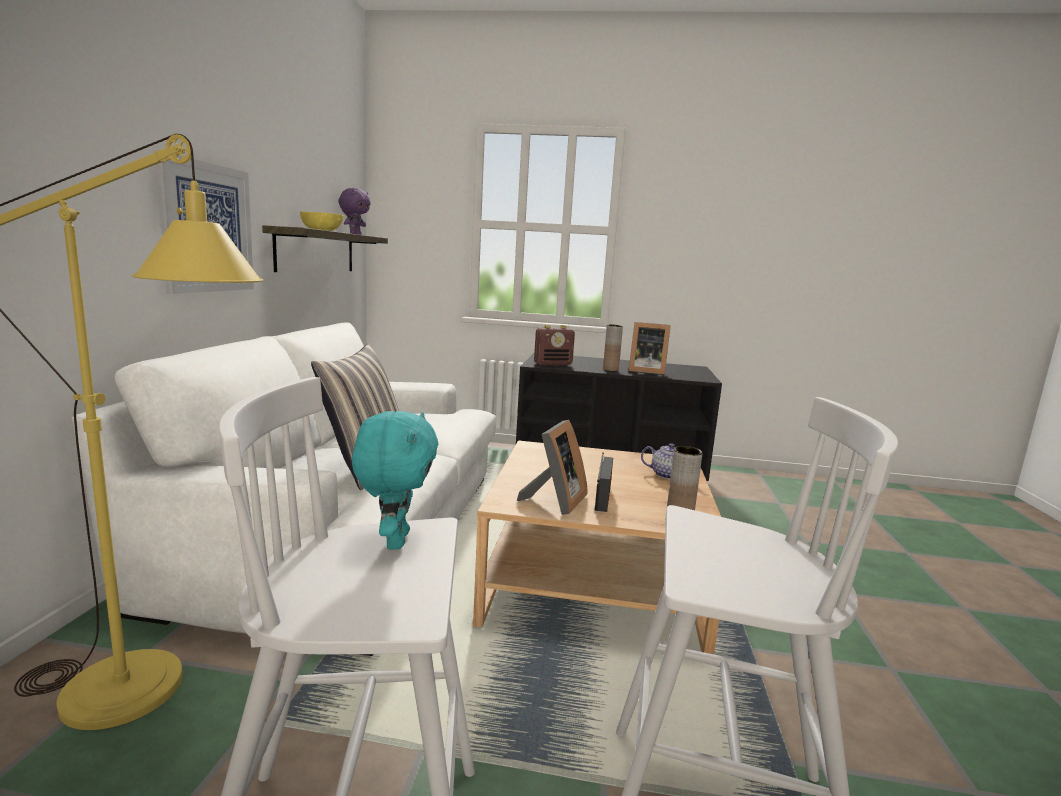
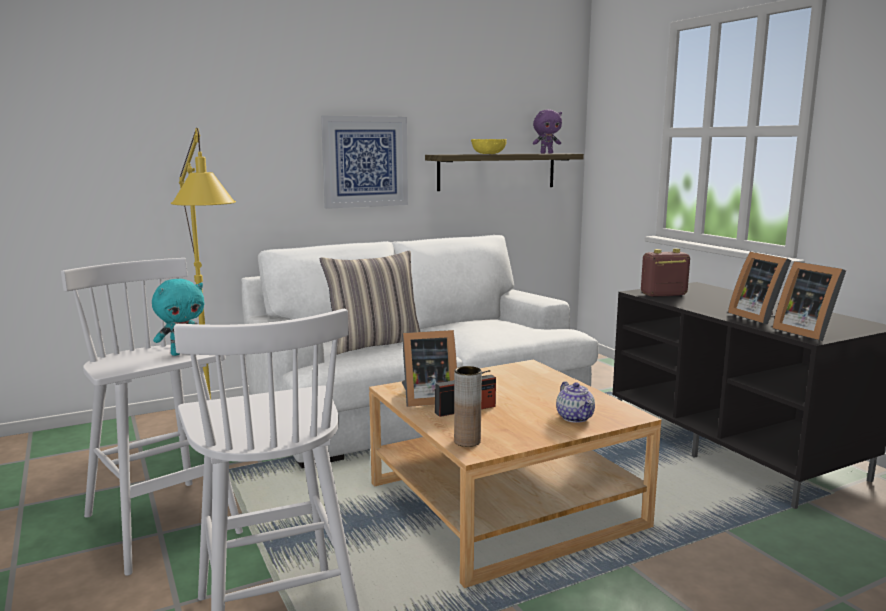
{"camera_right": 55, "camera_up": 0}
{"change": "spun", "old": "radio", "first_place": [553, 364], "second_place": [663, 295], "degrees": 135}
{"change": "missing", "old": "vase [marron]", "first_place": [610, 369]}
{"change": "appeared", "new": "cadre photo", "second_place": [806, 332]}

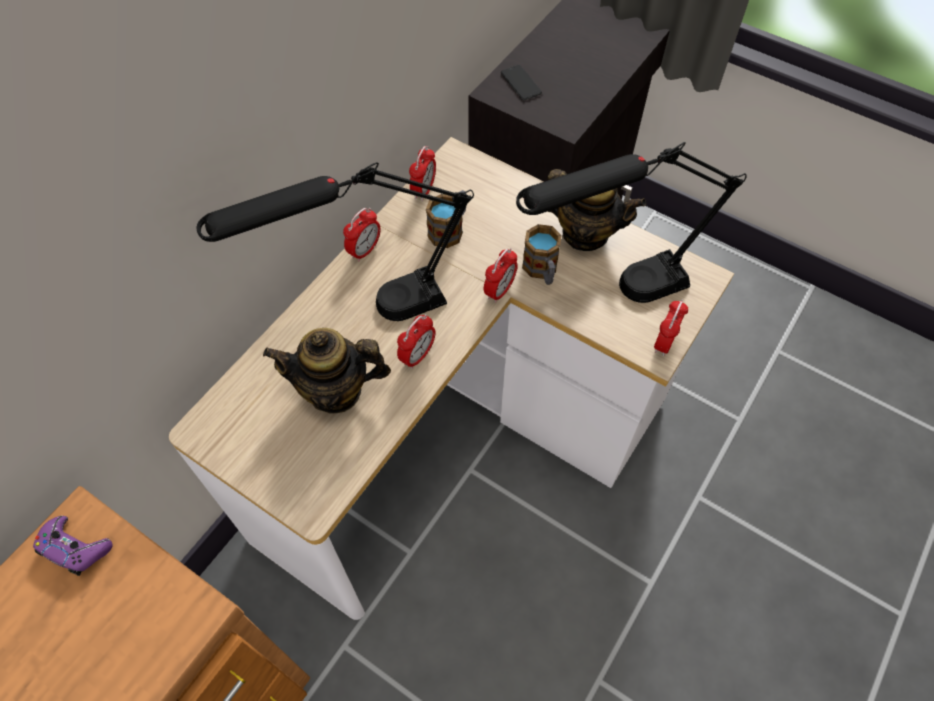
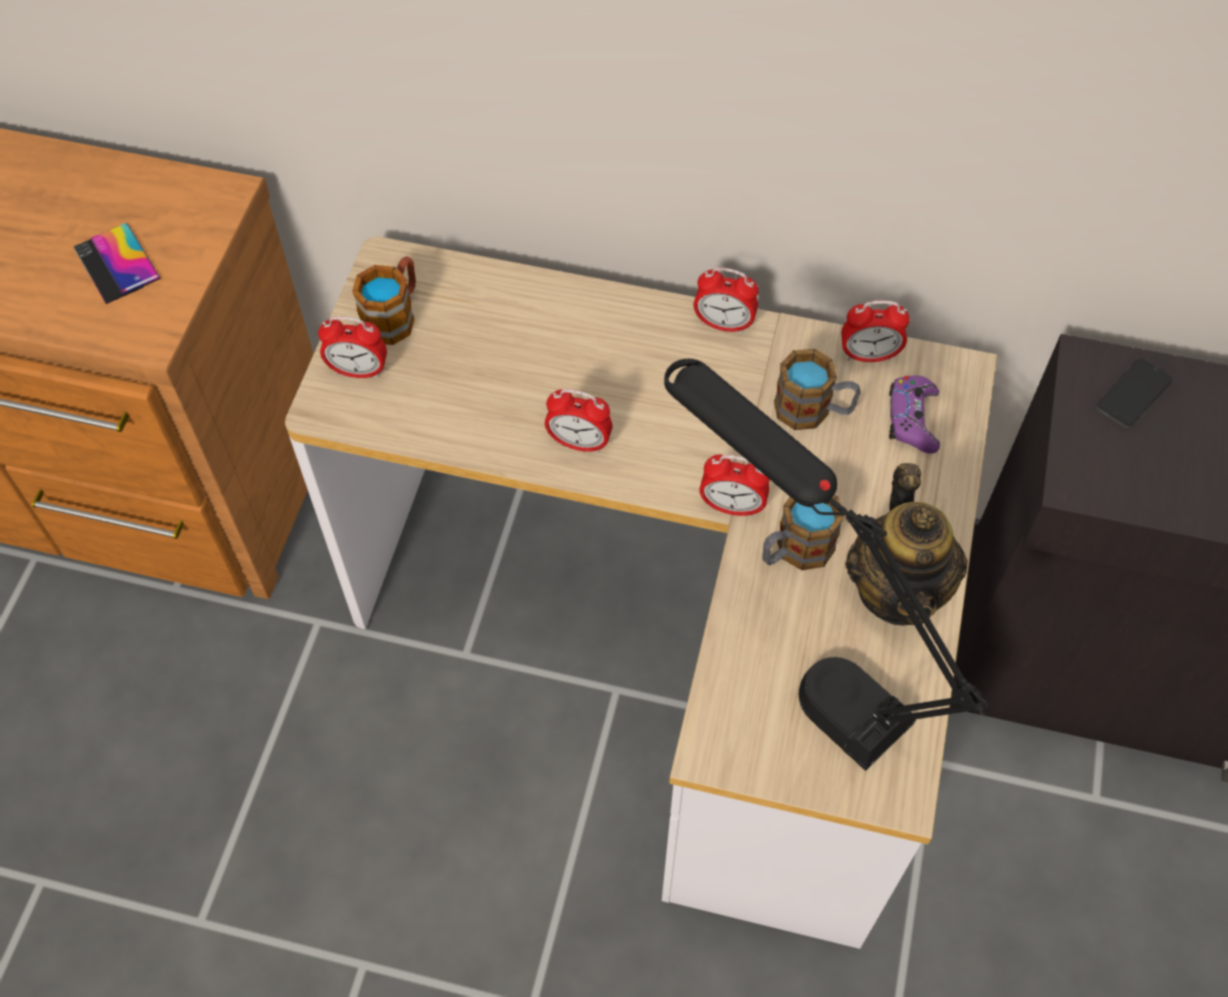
{"camera_right": 70, "camera_up": 0}
{"change": "relocated", "old": "manette [violet]", "first_place": [75, 548], "second_place": [912, 419]}
{"change": "missing", "old": "lampe de table [noir]", "first_place": [367, 314]}
{"change": "missing", "old": "théière", "first_place": [335, 391]}
{"change": "relocated", "old": "réveil", "first_place": [664, 342], "second_place": [358, 371]}
{"change": "appeared", "new": "téléphone", "second_place": [117, 263]}
{"change": "appeared", "new": "mug", "second_place": [394, 315]}

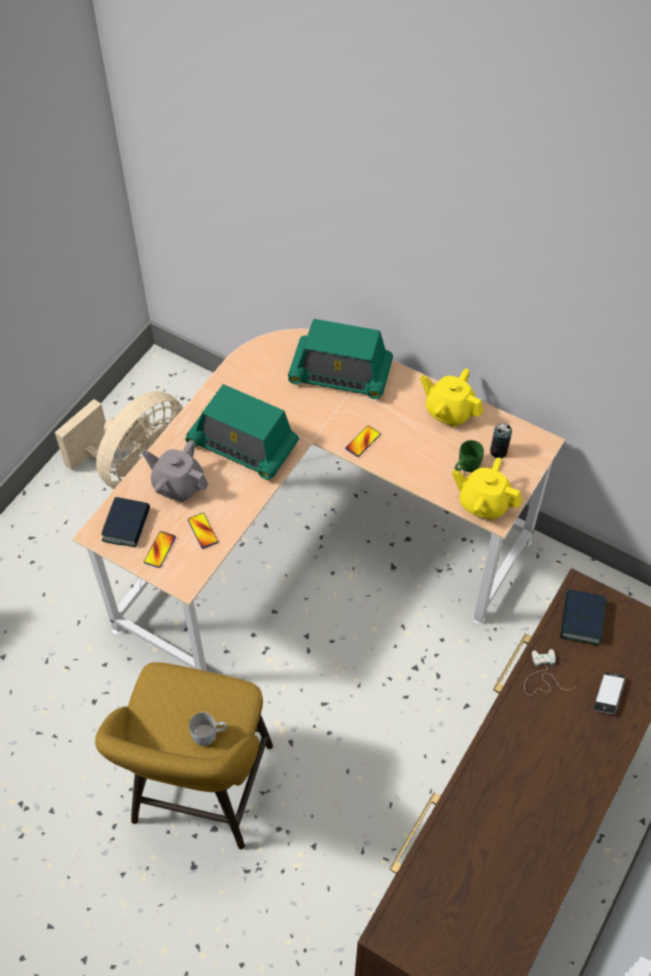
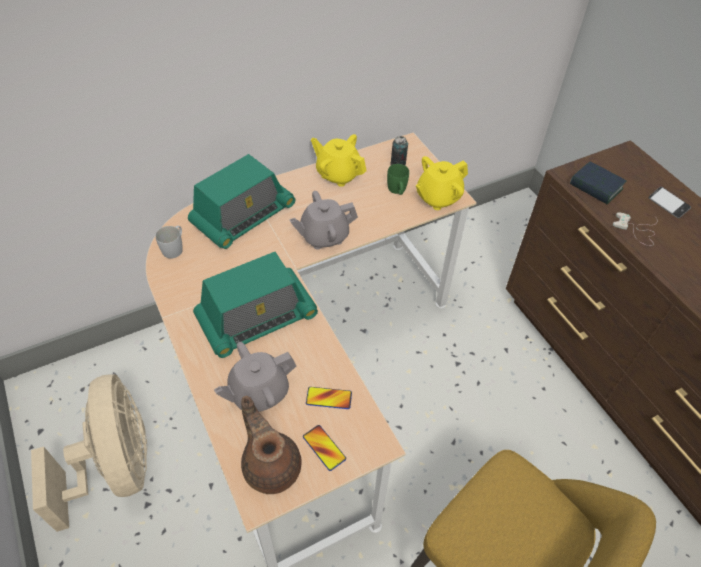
{"camera_right": -60, "camera_up": -5}
{"change": "exchanged", "old": "livre", "new": "théière [marron]", "first_place": [126, 525], "second_place": [271, 465]}
{"change": "relocated", "old": "mug [blanc]", "first_place": [209, 734], "second_place": [175, 248]}
{"change": "exchanged", "old": "téléphone", "new": "théière [gris]", "first_place": [363, 441], "second_place": [324, 236]}
{"change": "spun", "old": "théière [jaune]", "first_place": [449, 411], "second_place": [338, 174], "degrees": 60}

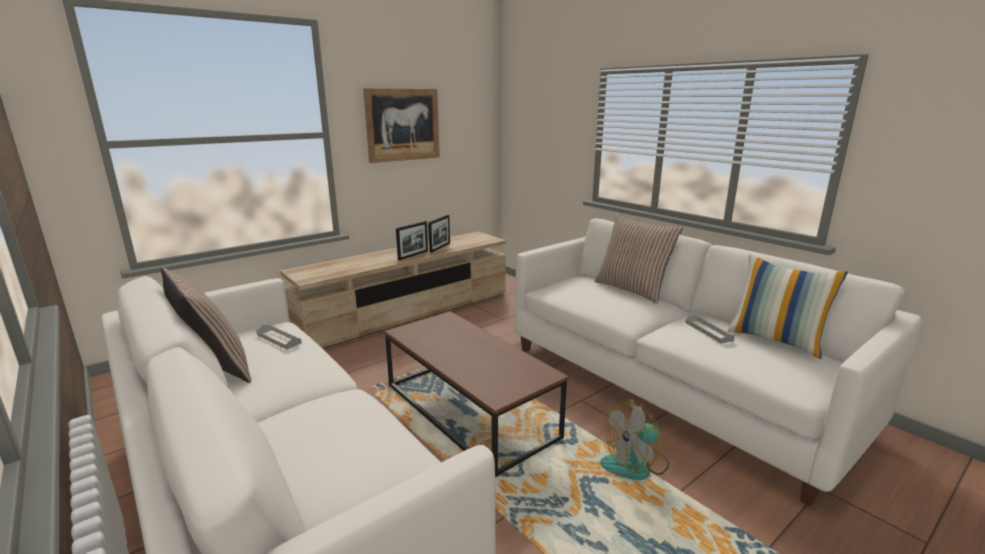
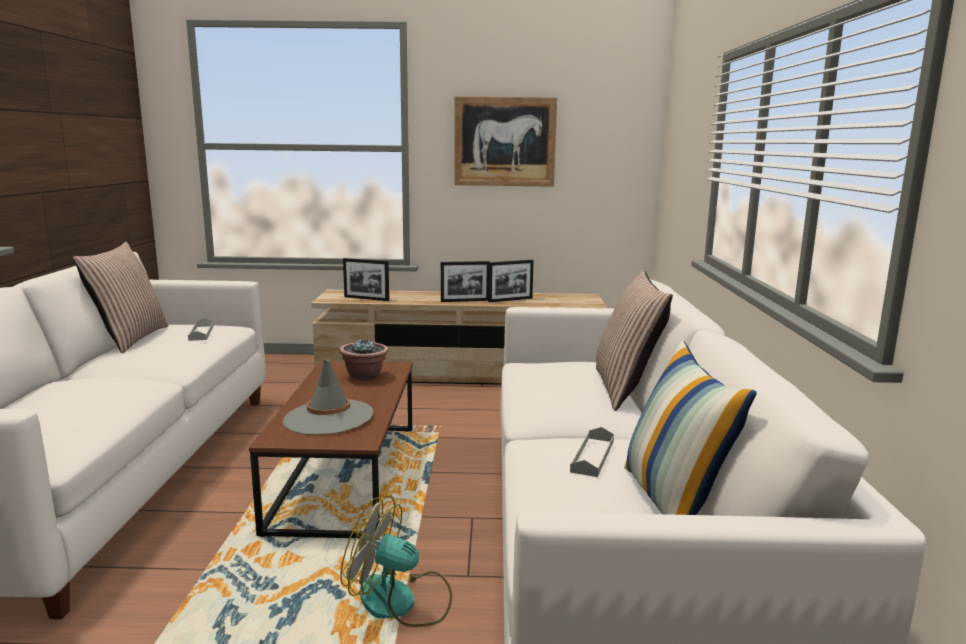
{"camera_right": 40, "camera_up": -5}
{"change": "appeared", "new": "chapeau [gris]", "second_place": [328, 418]}
{"change": "appeared", "new": "plante en pot", "second_place": [364, 377]}
{"change": "appeared", "new": "cadre photo", "second_place": [366, 298]}

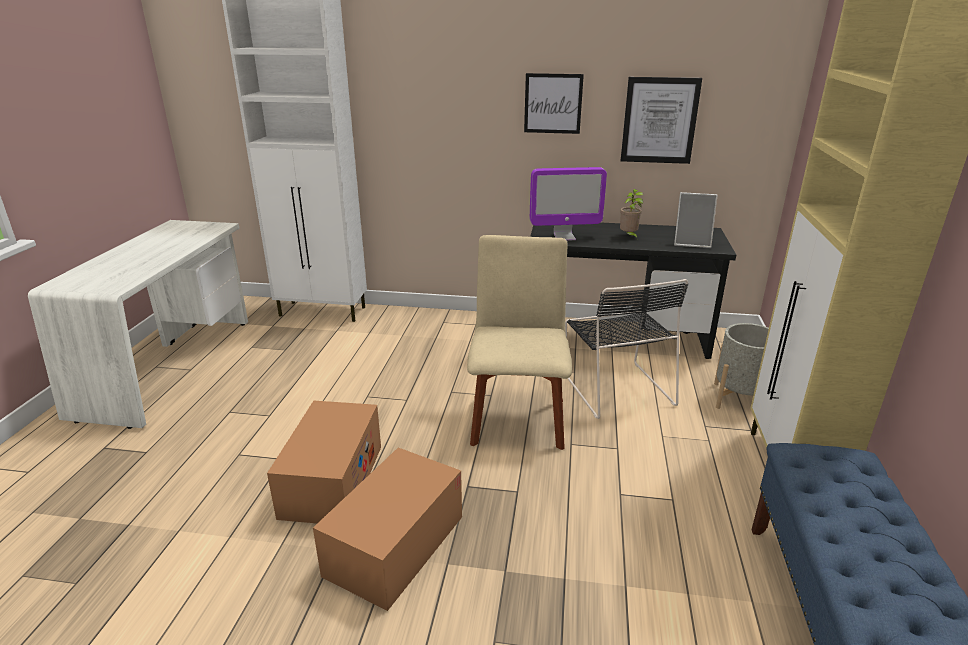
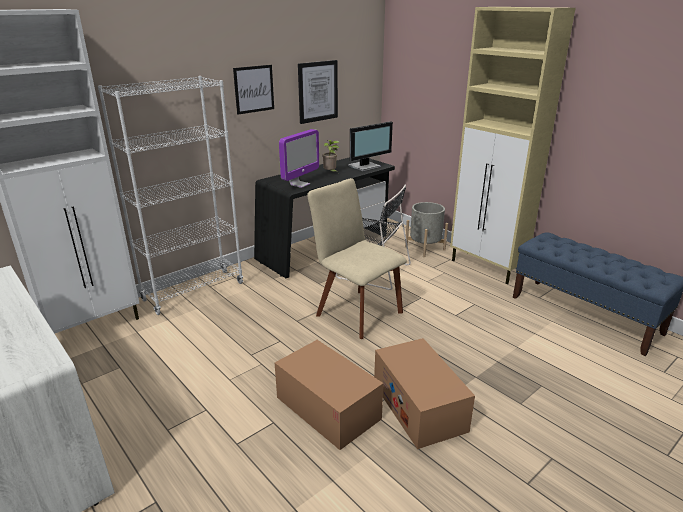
{"camera_right": -50, "camera_up": 0}
{"change": "exchanged", "old": "cadre photo", "new": "écran d'ordinateur", "first_place": [692, 243], "second_place": [365, 166]}
{"change": "appeared", "new": "bibliothèque [blanc]", "second_place": [193, 291]}

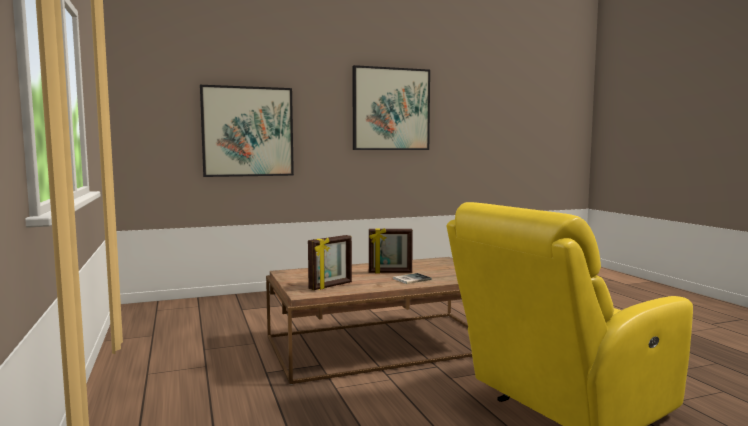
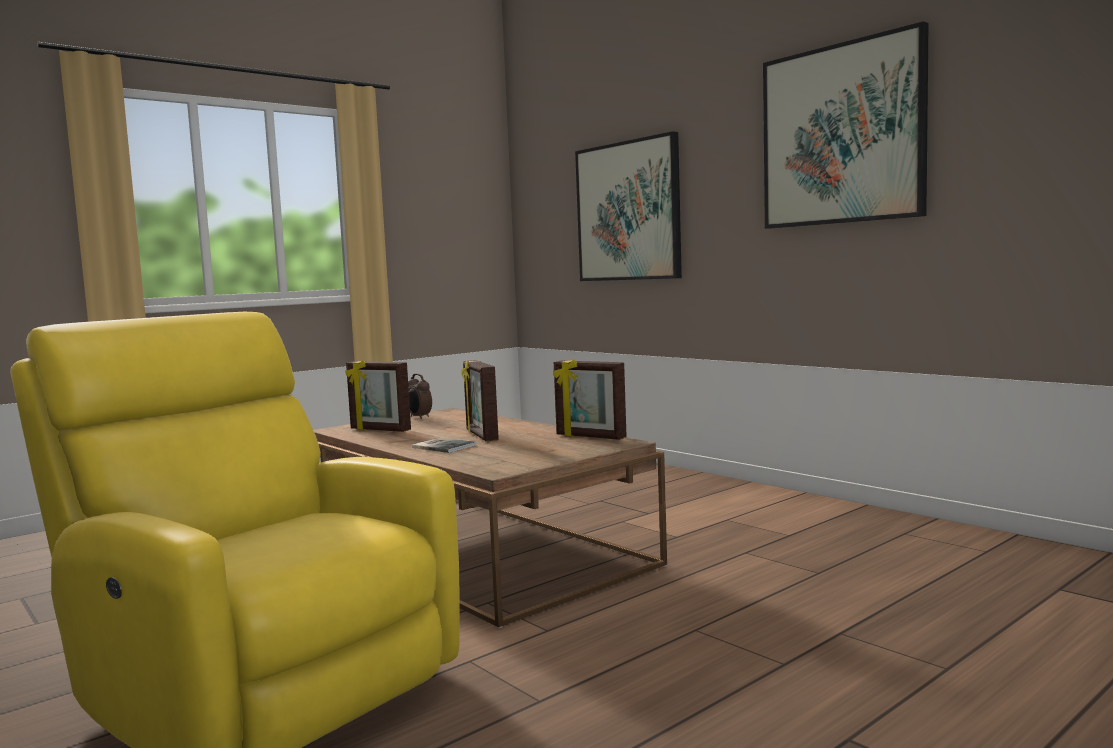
{"camera_right": 70, "camera_up": 0}
{"change": "appeared", "new": "réveil", "second_place": [419, 417]}
{"change": "appeared", "new": "cadre photo", "second_place": [590, 437]}

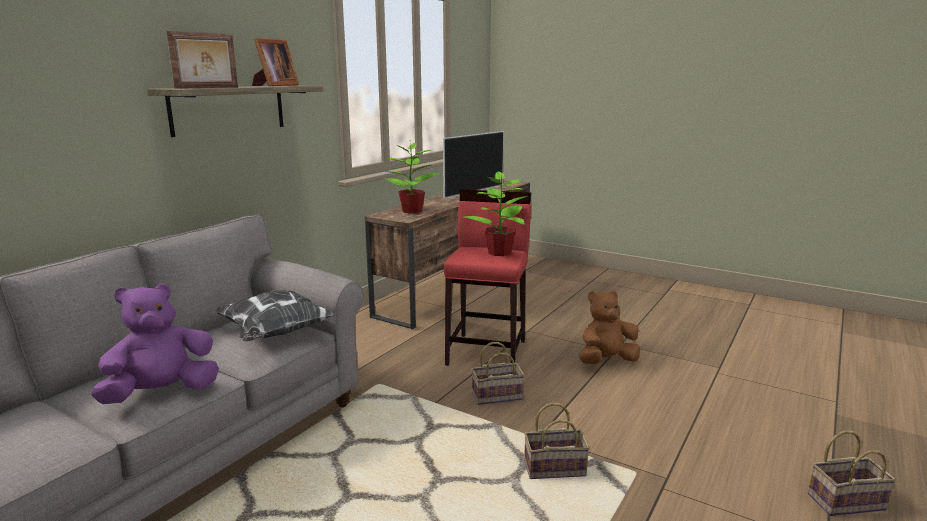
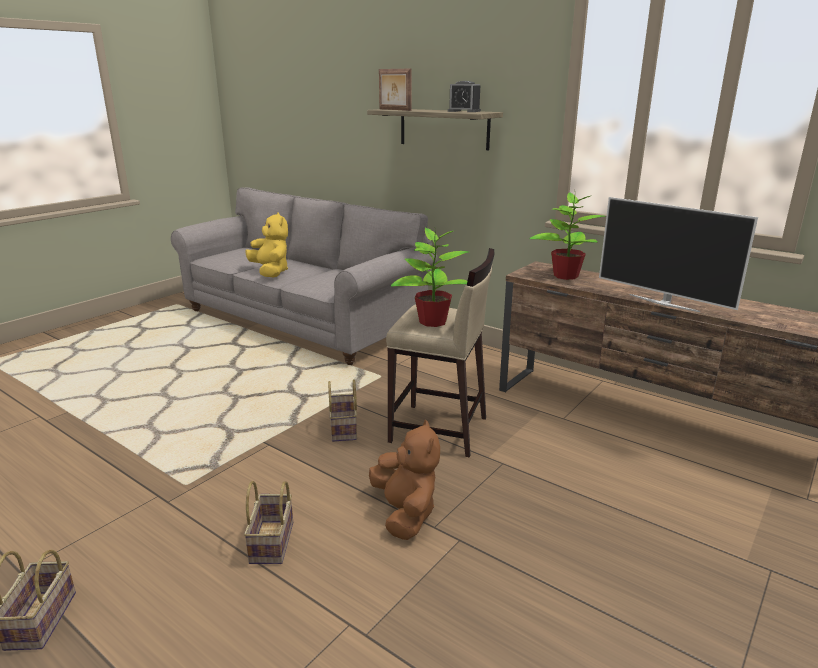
{"camera_right": 95, "camera_up": 5}
{"change": "colour", "old": "peluche [violet]", "new": "peluche [jaune]", "first_place": [162, 393], "second_place": [271, 272]}
{"change": "missing", "old": "coussin", "first_place": [275, 334]}
{"change": "exchanged", "old": "cadre photo", "new": "réveil", "first_place": [275, 85], "second_place": [464, 111]}
{"change": "colour", "old": "tabouret [rouge]", "new": "tabouret [beige]", "first_place": [487, 352], "second_place": [439, 430]}
{"change": "relocated", "old": "panier", "first_place": [555, 468], "second_place": [273, 543]}

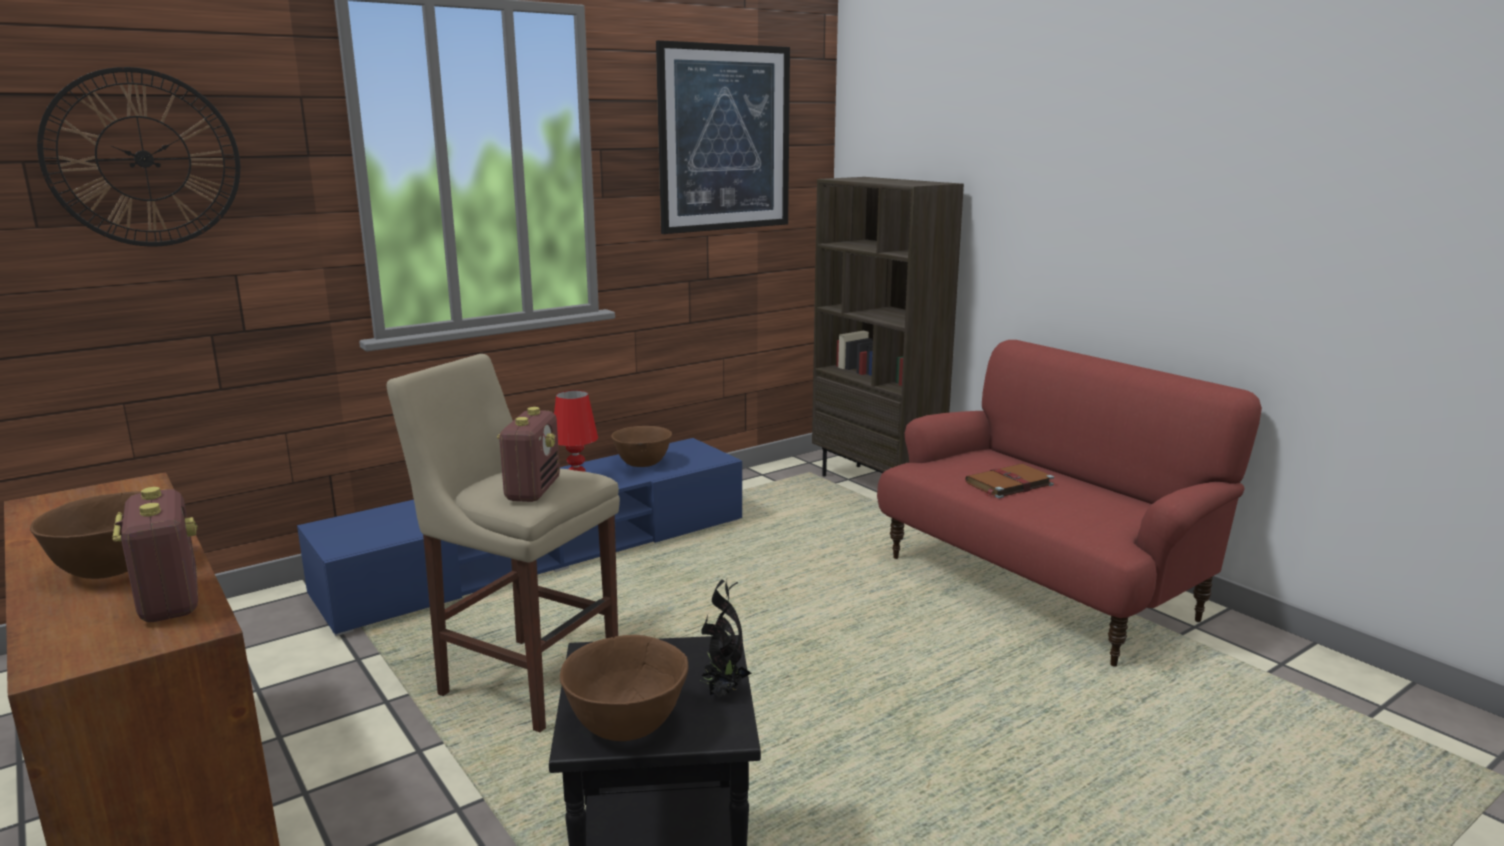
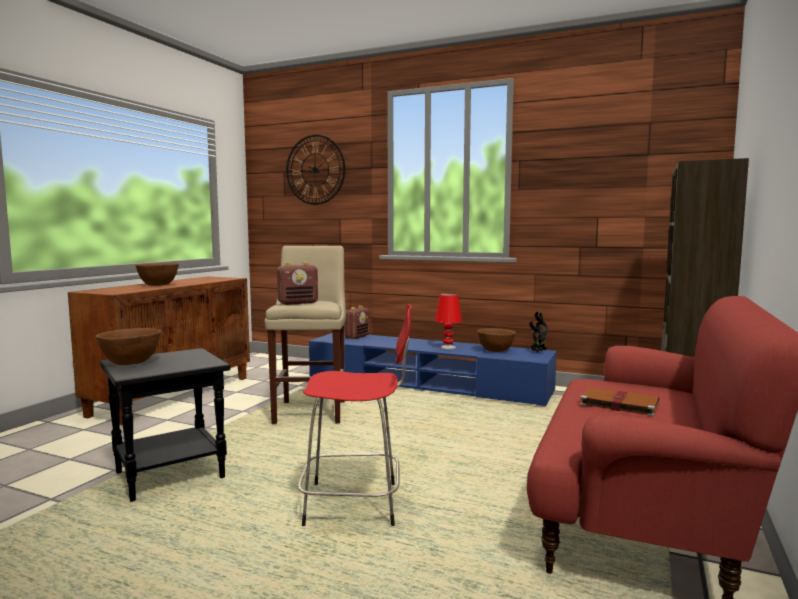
{"camera_right": 60, "camera_up": -10}
{"change": "relocated", "old": "radio", "first_place": [169, 601], "second_place": [357, 337]}
{"change": "missing", "old": "tableau", "first_place": [725, 138]}
{"change": "relocated", "old": "plante en pot", "first_place": [722, 693], "second_place": [537, 352]}
{"change": "appeared", "new": "tabouret [rouge]", "second_place": [356, 504]}

